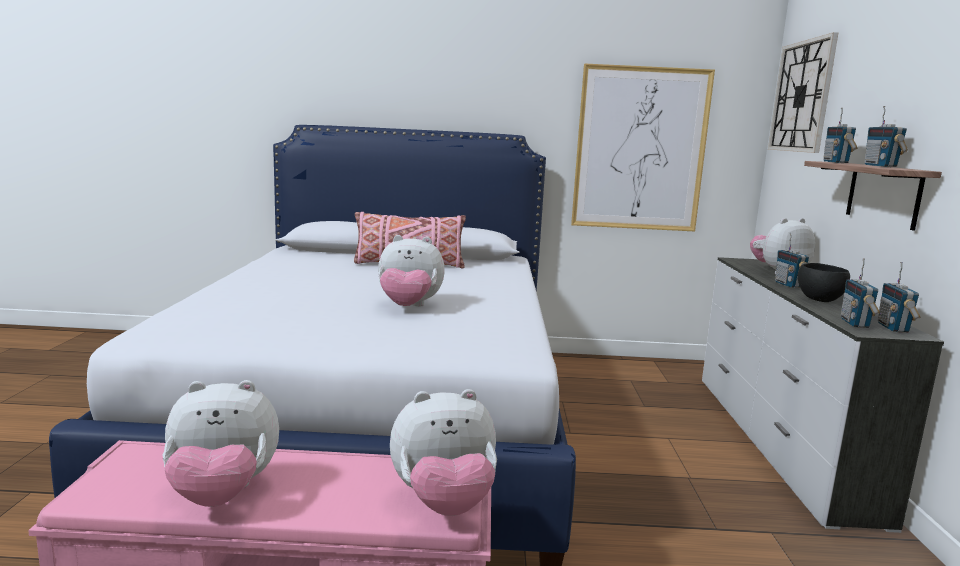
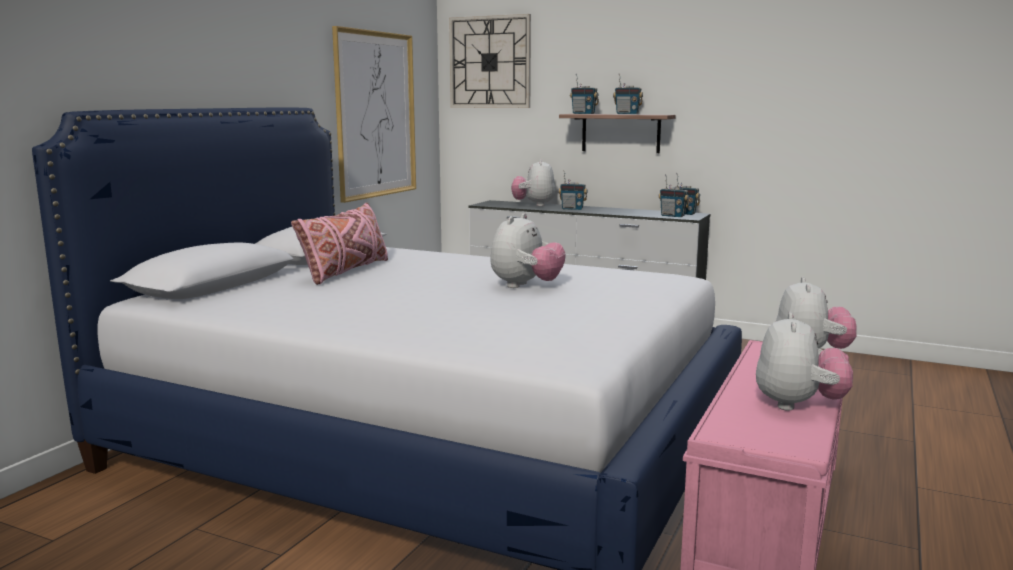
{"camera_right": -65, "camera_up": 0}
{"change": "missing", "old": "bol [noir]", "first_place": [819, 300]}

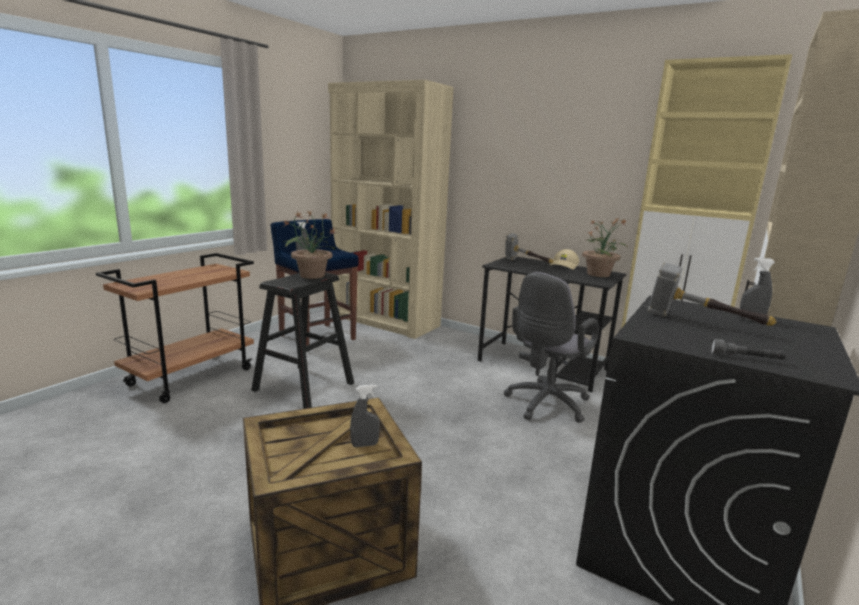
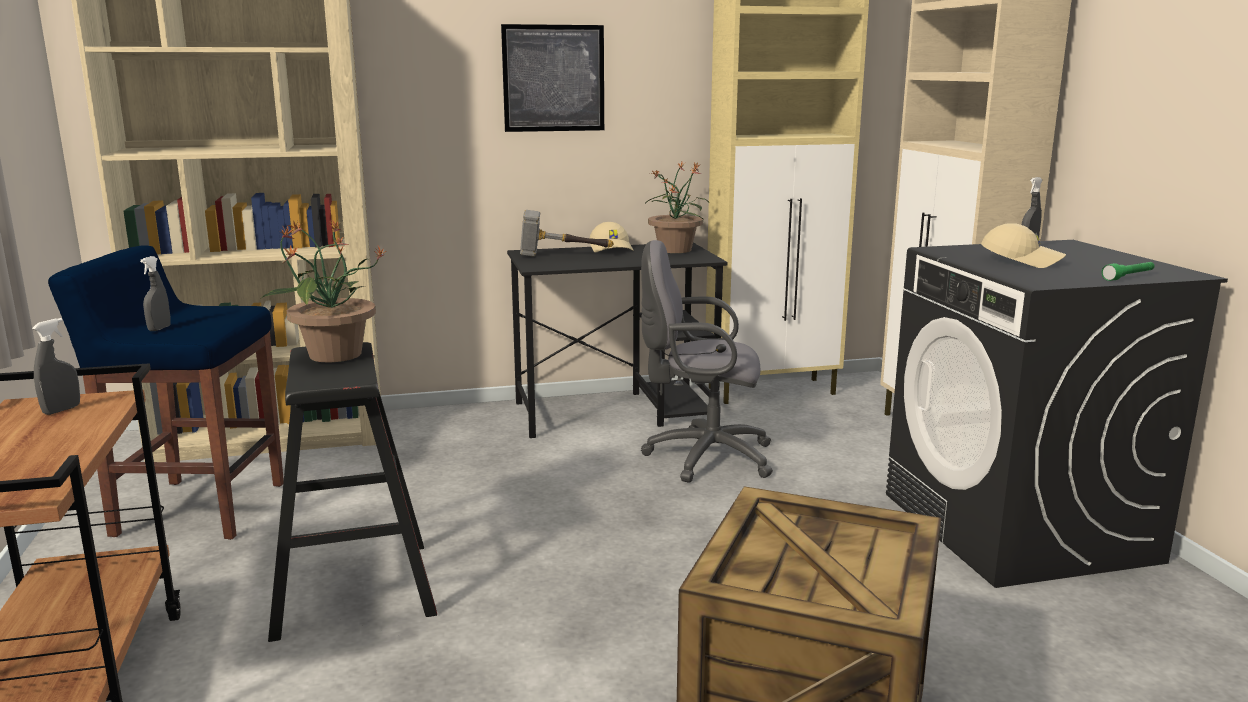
{"camera_right": -45, "camera_up": 0}
{"change": "relocated", "old": "vaporisateur [gris]", "first_place": [364, 445], "second_place": [62, 410]}
{"change": "spun", "old": "chaise de bureau [gris]", "first_place": [544, 405], "second_place": [702, 457], "degrees": 105}
{"change": "exchanged", "old": "marteau", "new": "casquette [beige]", "first_place": [700, 323], "second_place": [1022, 260]}
{"change": "colour", "old": "lampe de poche [gris]", "new": "lampe de poche [vert]", "first_place": [746, 358], "second_place": [1128, 277]}
{"change": "appeared", "new": "tableau", "second_place": [553, 78]}

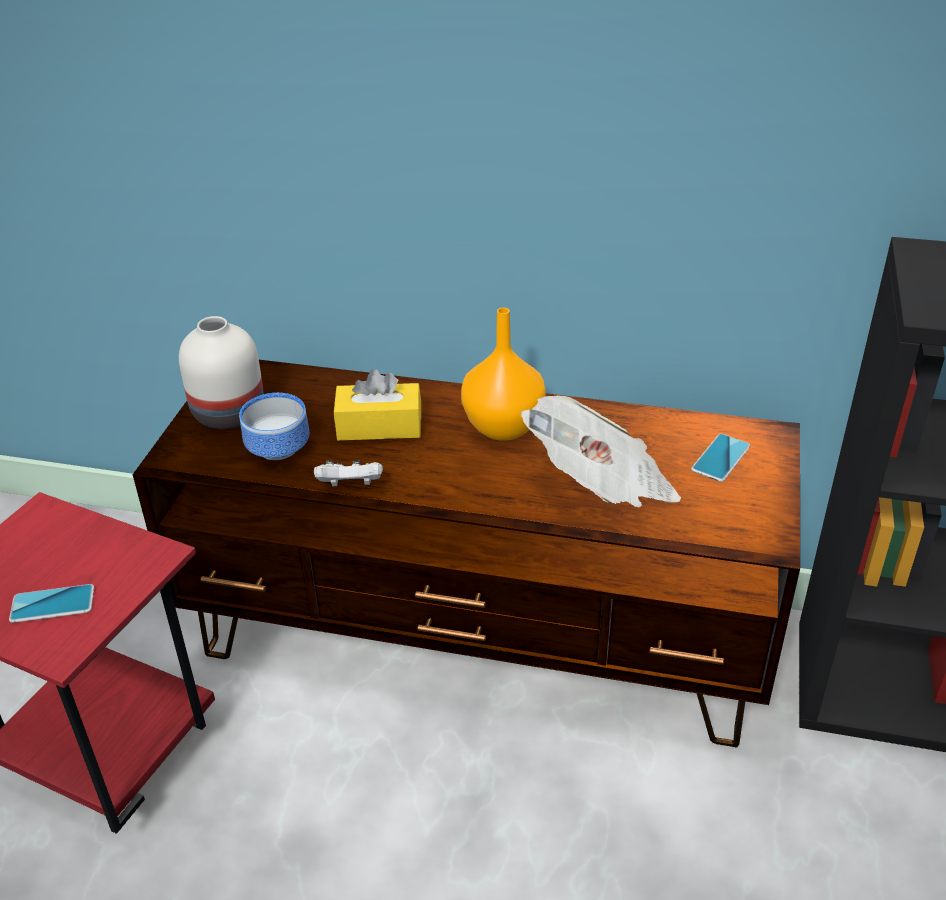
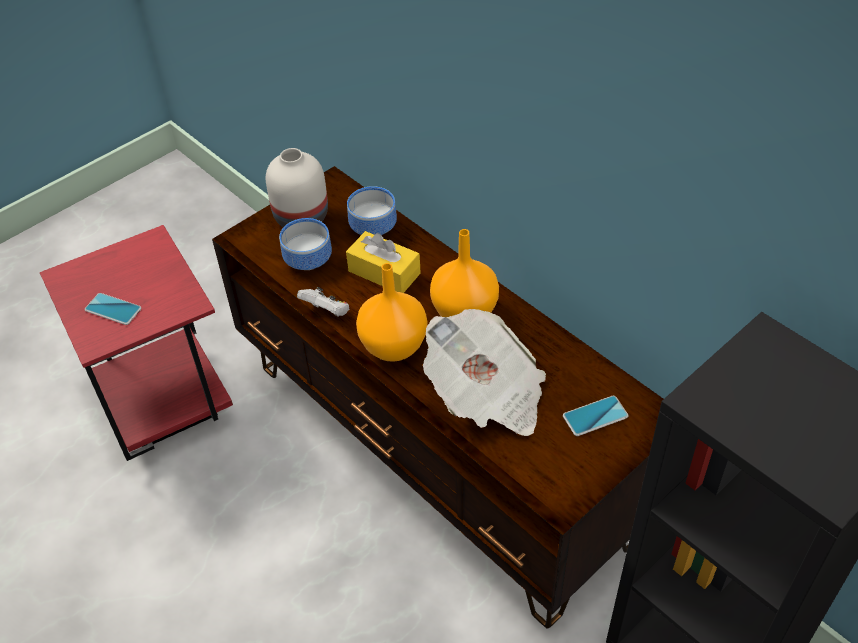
{"camera_right": 35, "camera_up": 10}
{"change": "appeared", "new": "bol", "second_place": [371, 226]}
{"change": "appeared", "new": "vase [orange]", "second_place": [393, 345]}

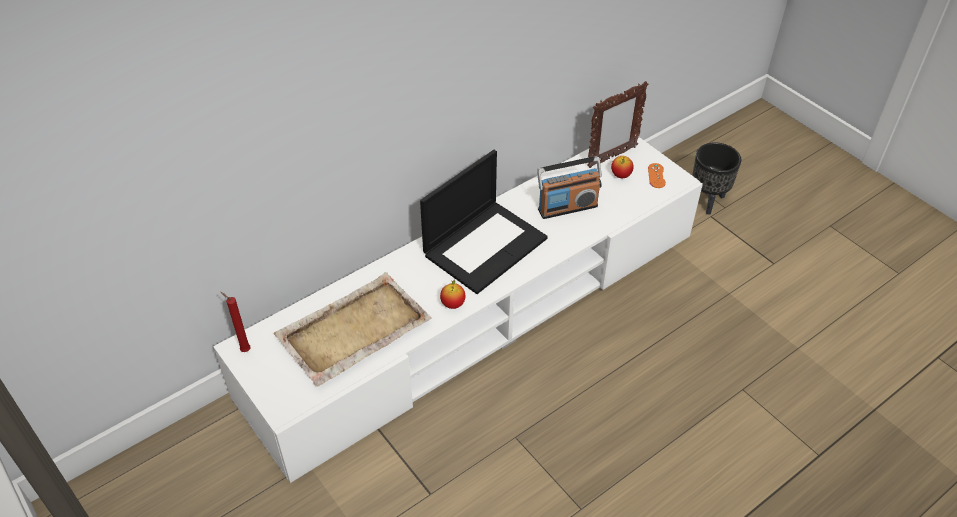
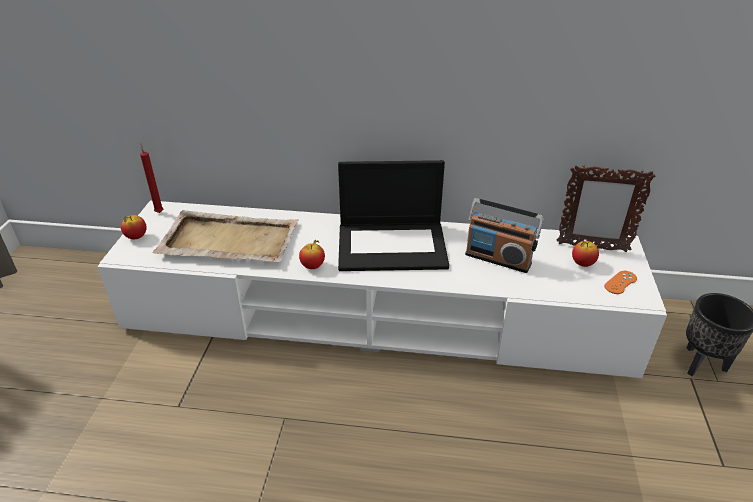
{"camera_right": 45, "camera_up": -10}
{"change": "appeared", "new": "pomme", "second_place": [136, 237]}

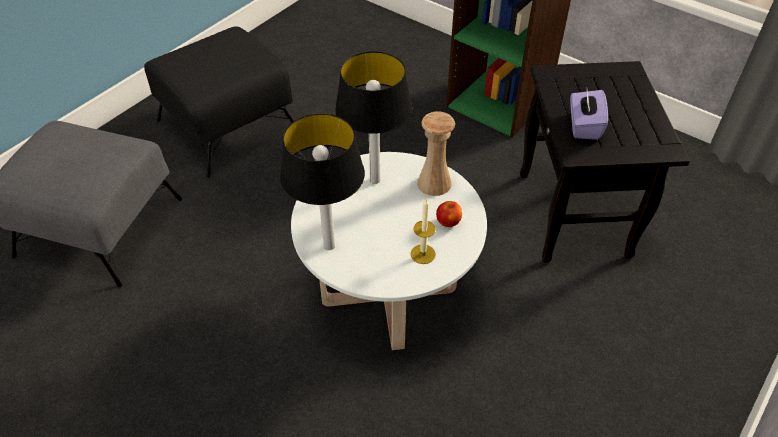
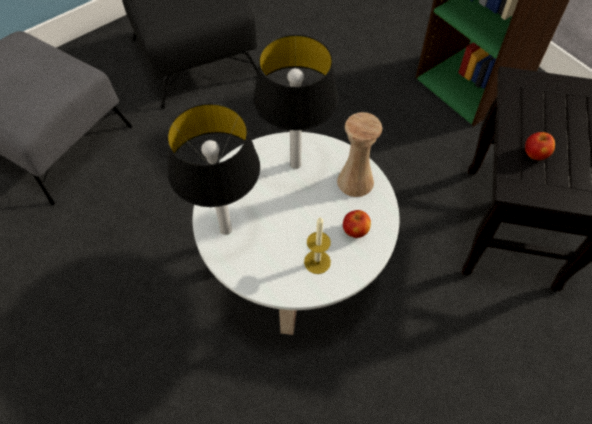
{"camera_right": 15, "camera_up": 10}
{"change": "exchanged", "old": "boîte à mouchoirs [violet]", "new": "pomme", "first_place": [584, 126], "second_place": [535, 154]}

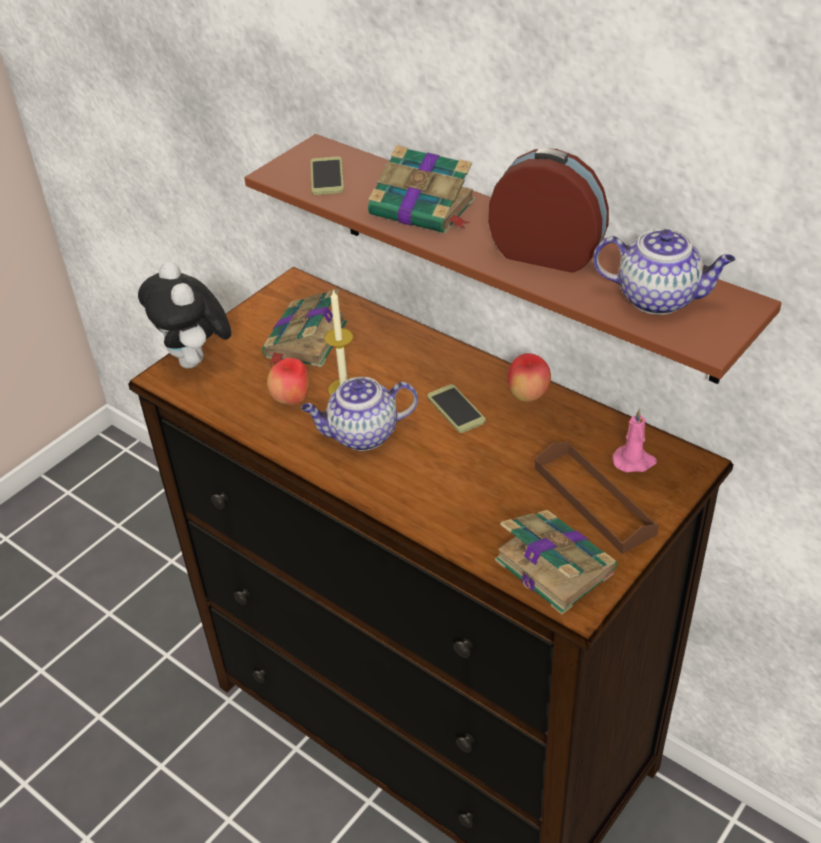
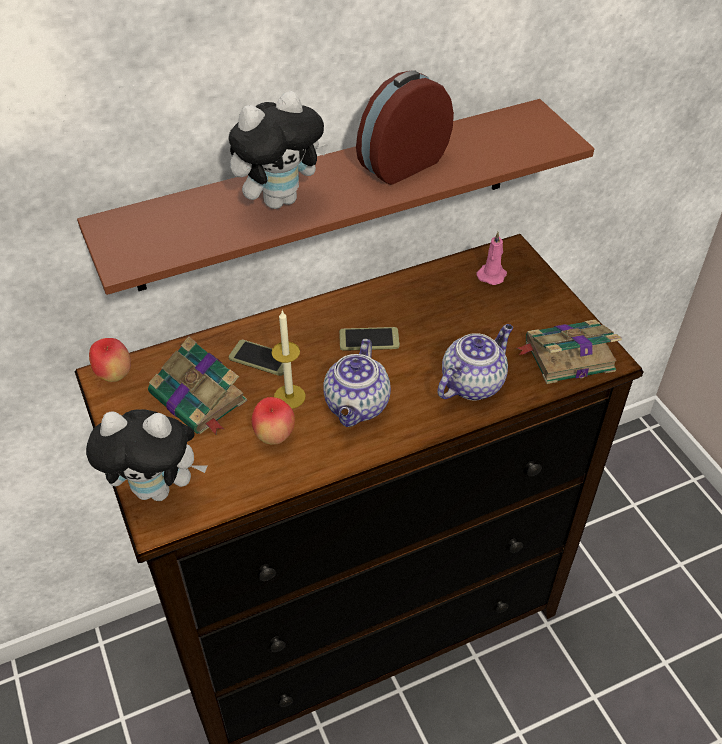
{"camera_right": -65, "camera_up": 5}
{"change": "relocated", "old": "téléphone", "first_place": [327, 177], "second_place": [261, 358]}
{"change": "exchanged", "old": "livre", "new": "peluche", "first_place": [424, 209], "second_place": [279, 199]}
{"change": "relocated", "old": "pomme", "first_place": [528, 396], "second_place": [114, 375]}
{"change": "missing", "old": "plateau [marron]", "first_place": [594, 500]}
{"change": "relocated", "old": "théière", "first_place": [659, 298], "second_place": [472, 383]}

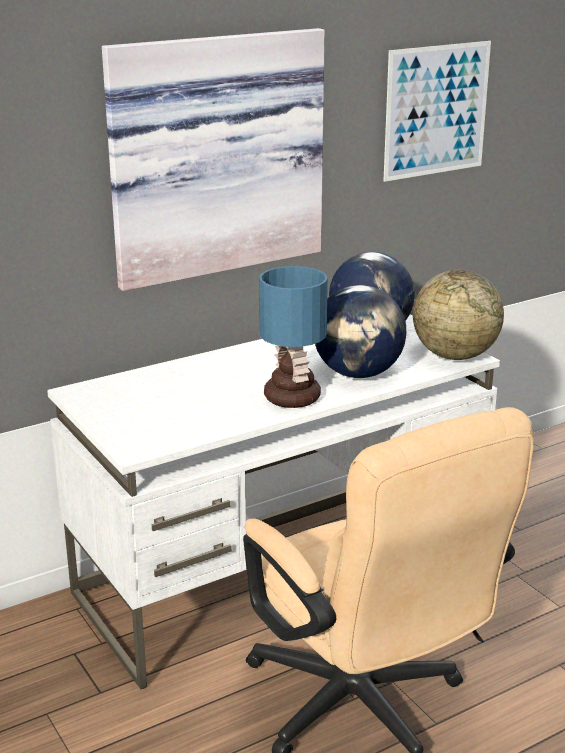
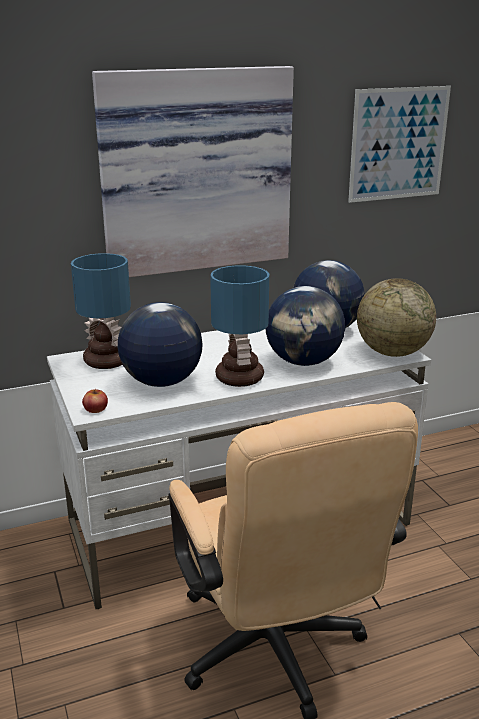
{"camera_right": 10, "camera_up": 0}
{"change": "appeared", "new": "lampe de table", "second_place": [109, 361]}
{"change": "appeared", "new": "pomme", "second_place": [96, 409]}
{"change": "appeared", "new": "globe", "second_place": [161, 382]}

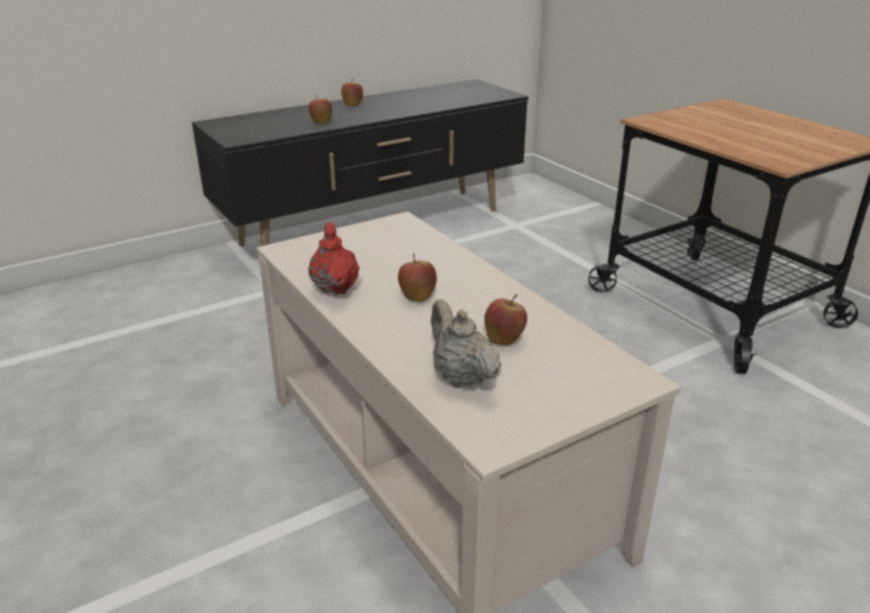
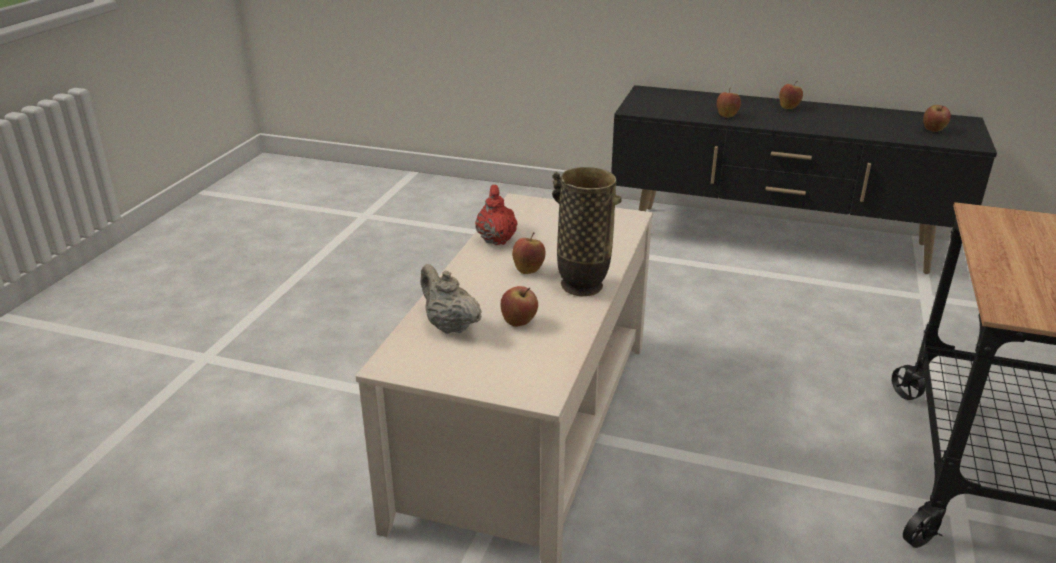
{"camera_right": 50, "camera_up": 0}
{"change": "spun", "old": "théière [rouge]", "first_place": [335, 287], "second_place": [496, 239], "degrees": -45}
{"change": "spun", "old": "théière [beige]", "first_place": [461, 377], "second_place": [449, 326], "degrees": -60}
{"change": "appeared", "new": "vase", "second_place": [582, 286]}
{"change": "appeared", "new": "pomme", "second_place": [933, 130]}

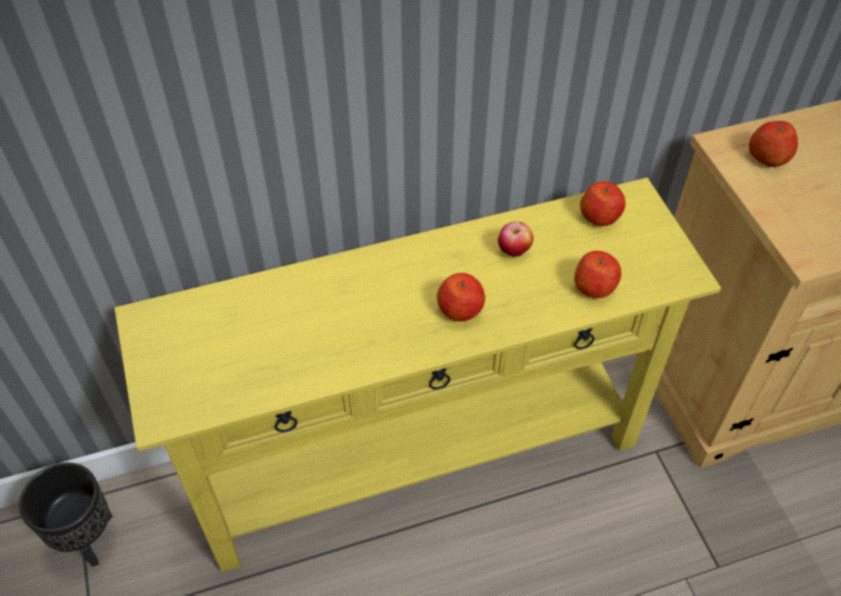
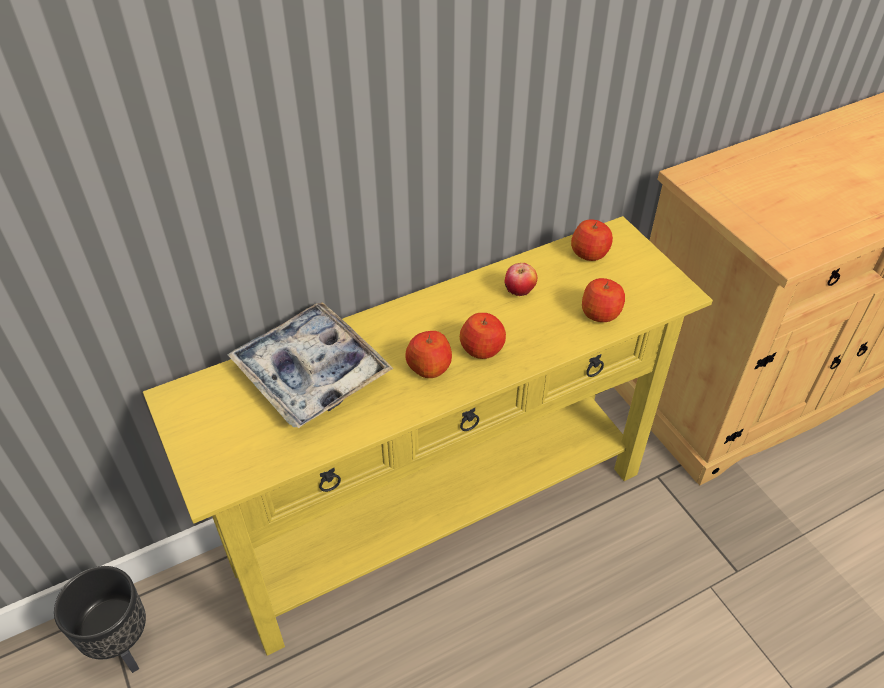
{"camera_right": -10, "camera_up": -5}
{"change": "relocated", "old": "pomme", "first_place": [768, 157], "second_place": [429, 367]}
{"change": "appeared", "new": "plateau", "second_place": [311, 373]}

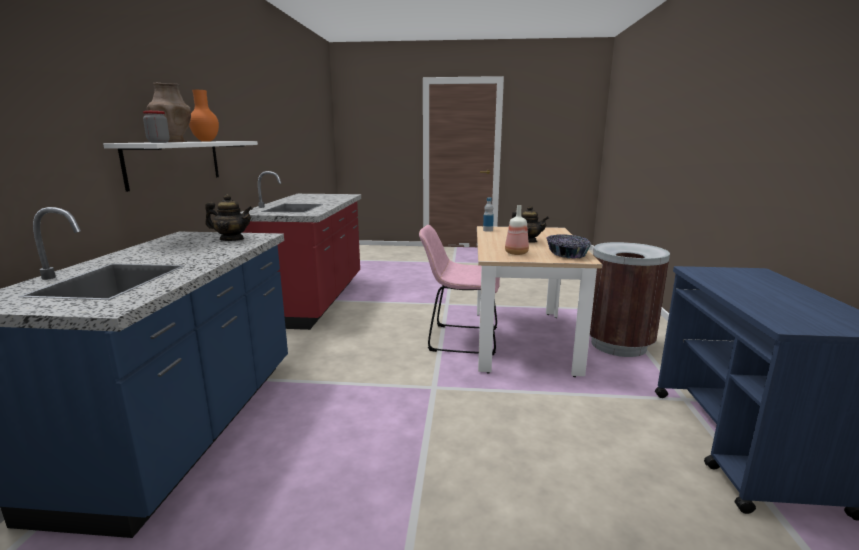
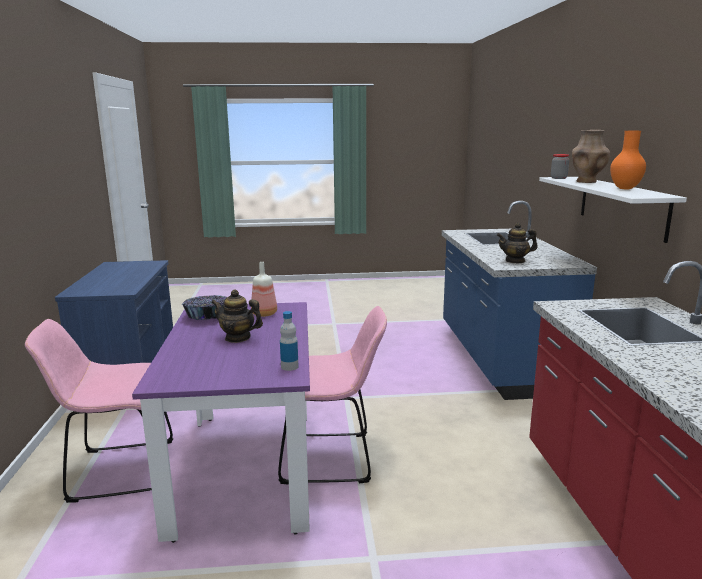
{"camera_right": 170, "camera_up": 0}
{"change": "colour", "old": "table à manger [beige]", "new": "table à manger [violet]", "first_place": [522, 339], "second_place": [246, 467]}
{"change": "exchanged", "old": "poubelle [marron]", "new": "chaise [rose]", "first_place": [618, 345], "second_place": [116, 471]}

